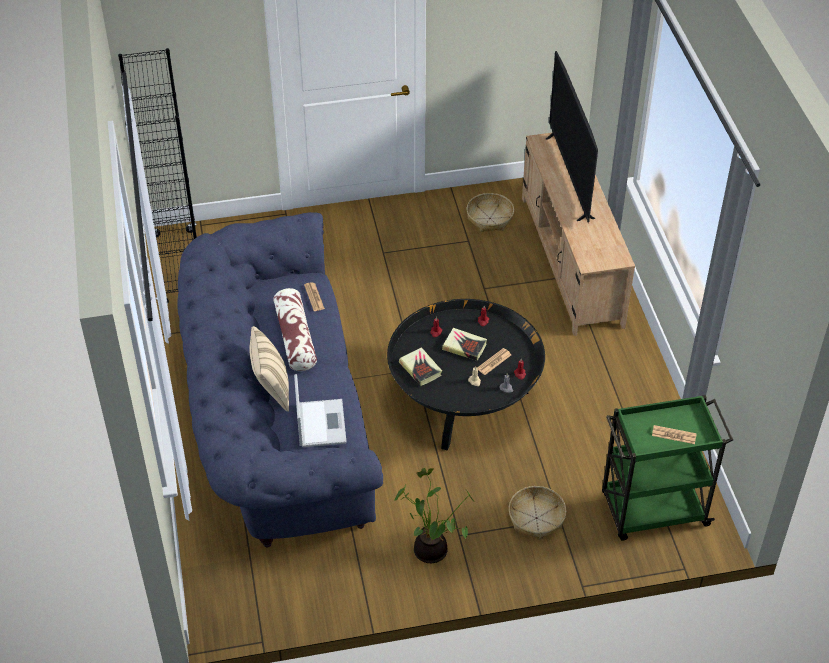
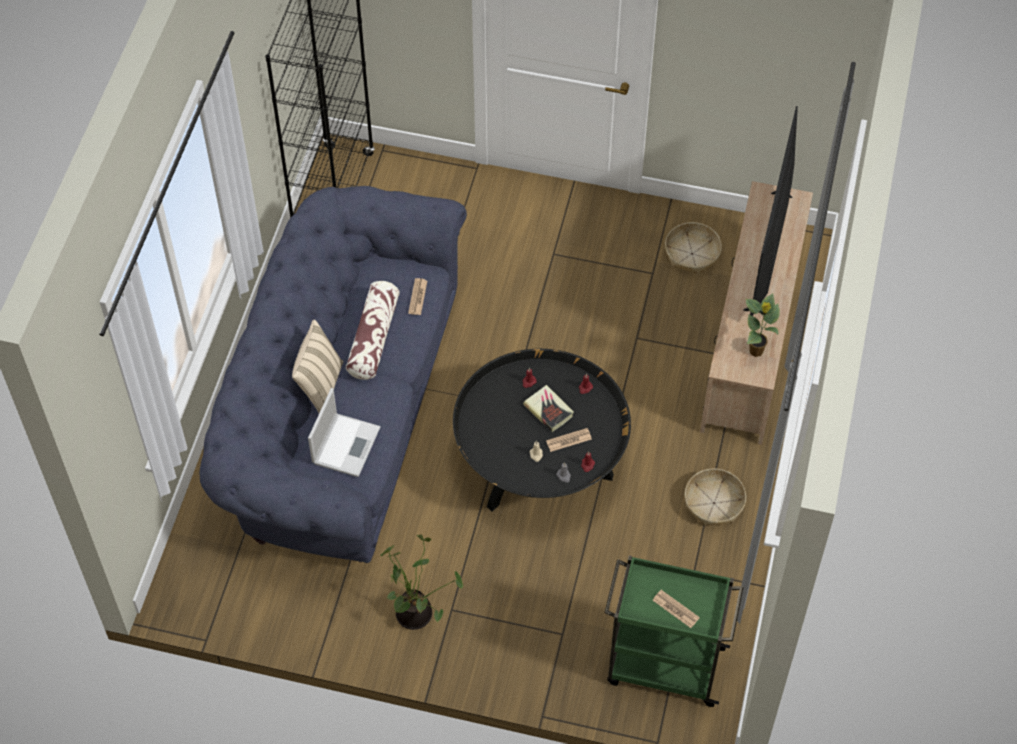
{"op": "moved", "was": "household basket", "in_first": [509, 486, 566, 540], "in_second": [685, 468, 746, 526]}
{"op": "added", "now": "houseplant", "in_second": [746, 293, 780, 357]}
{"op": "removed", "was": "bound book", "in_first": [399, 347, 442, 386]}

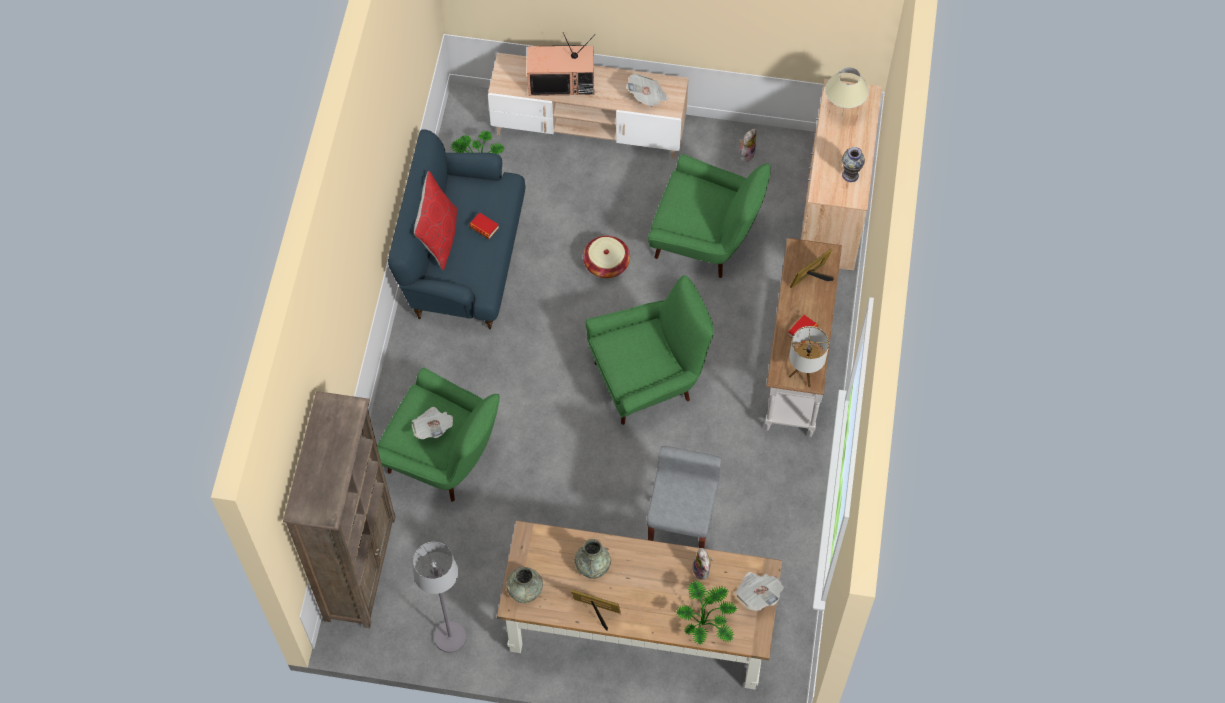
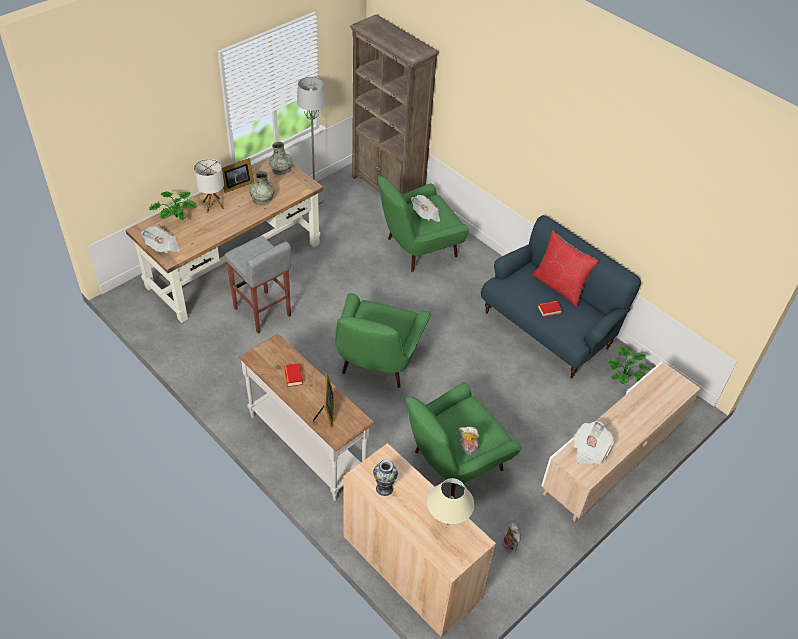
{"op": "moved", "was": "table lamp", "in_first": [789, 326, 829, 388], "in_second": [194, 159, 224, 213]}
{"op": "moved", "was": "cuddly toy", "in_first": [692, 548, 713, 580], "in_second": [459, 426, 479, 455]}
{"op": "removed", "was": "TV set", "in_first": [527, 32, 596, 96]}
{"op": "removed", "was": "household basket", "in_first": [583, 236, 630, 278]}

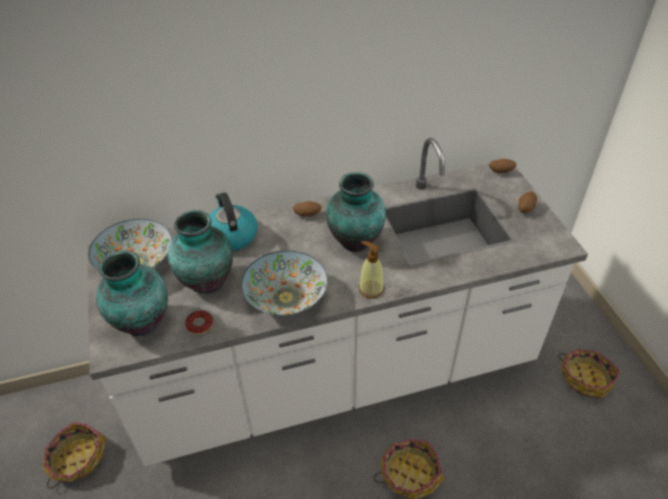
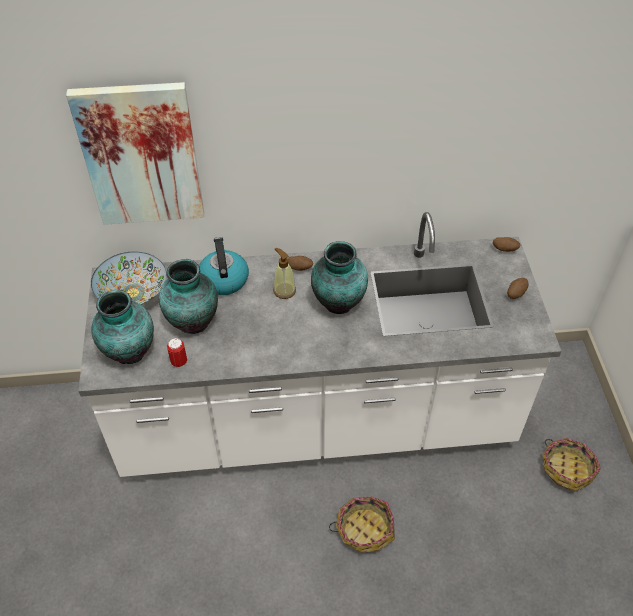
{"op": "added", "now": "wall picture", "in_second": [66, 82, 204, 225]}
{"op": "replaced", "was": "ring doughnut", "now": "can", "in_first": [185, 310, 213, 334], "in_second": [167, 338, 187, 367]}
{"op": "moved", "was": "soap dispenser", "in_first": [358, 241, 384, 298], "in_second": [273, 248, 296, 299]}
{"op": "removed", "was": "household basket", "in_first": [42, 422, 106, 489]}
{"op": "removed", "was": "deep dish", "in_first": [241, 250, 327, 316]}

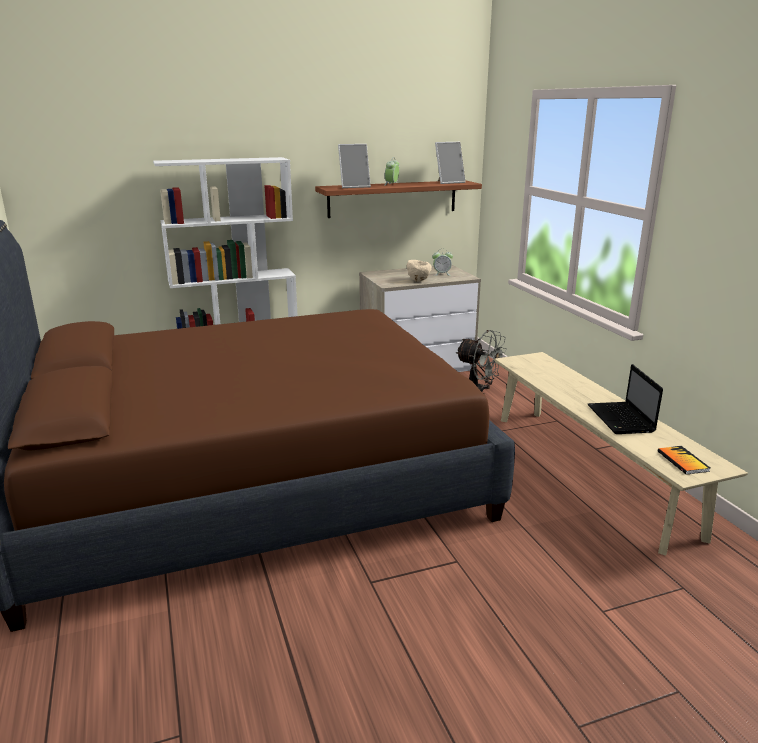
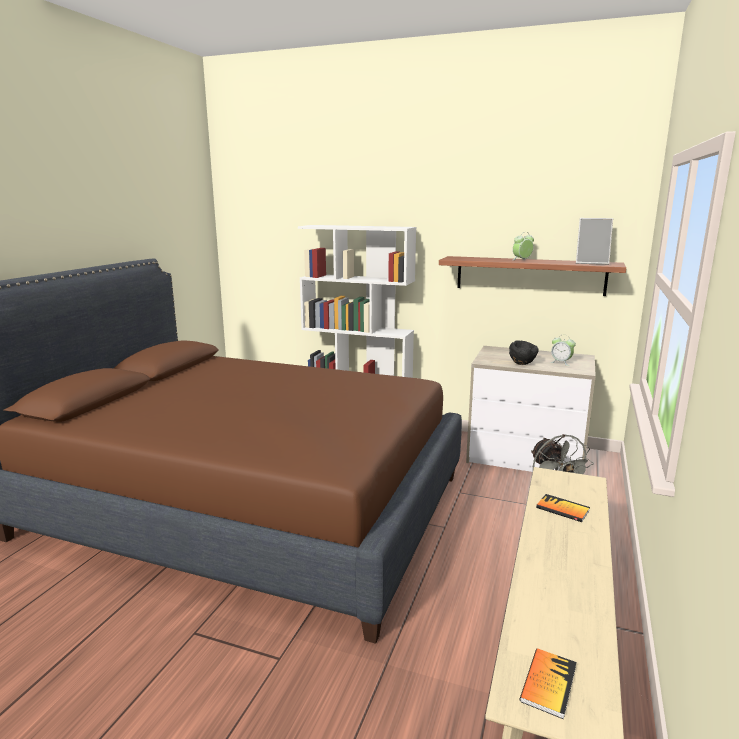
{"op": "recoloured", "was": "beige-coloured deep dish", "now": "blackish deep dish", "in_first": [407, 260, 432, 282], "in_second": [509, 340, 539, 365]}
{"op": "added", "now": "bound book", "in_second": [536, 494, 590, 522]}
{"op": "removed", "was": "photo frame", "in_first": [338, 144, 371, 188]}
{"op": "removed", "was": "portable computer", "in_first": [588, 364, 663, 434]}

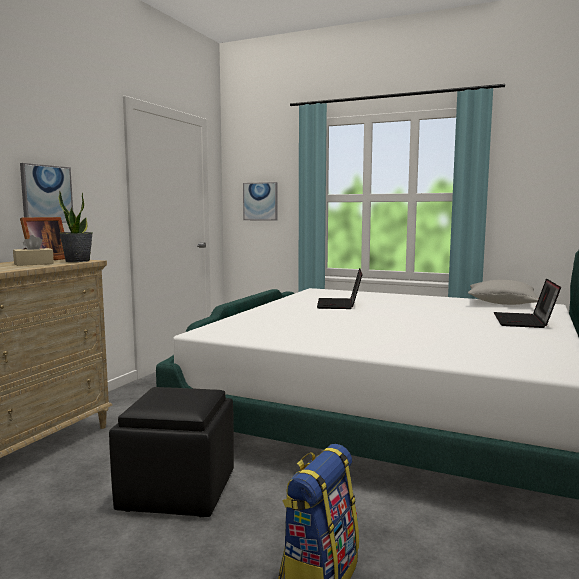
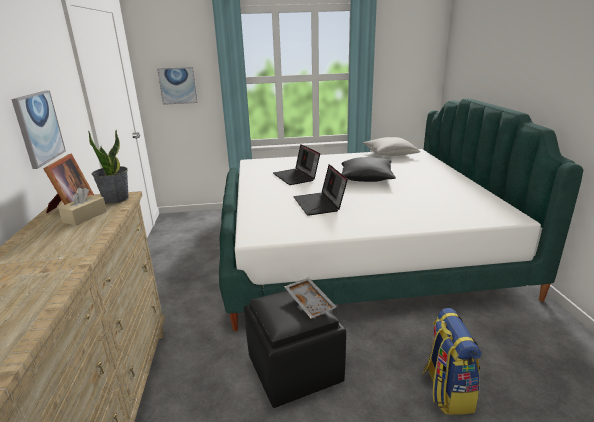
{"op": "added", "now": "greyish tray", "in_second": [284, 277, 337, 318]}
{"op": "moved", "was": "portable computer", "in_first": [494, 278, 561, 328], "in_second": [293, 164, 348, 216]}
{"op": "added", "now": "blackish pillow", "in_second": [341, 157, 396, 182]}

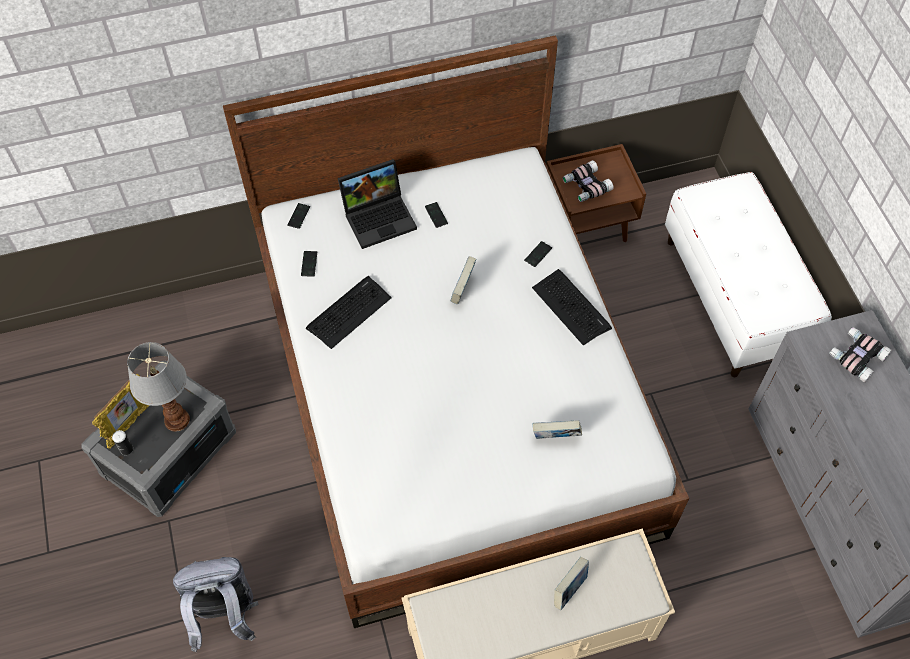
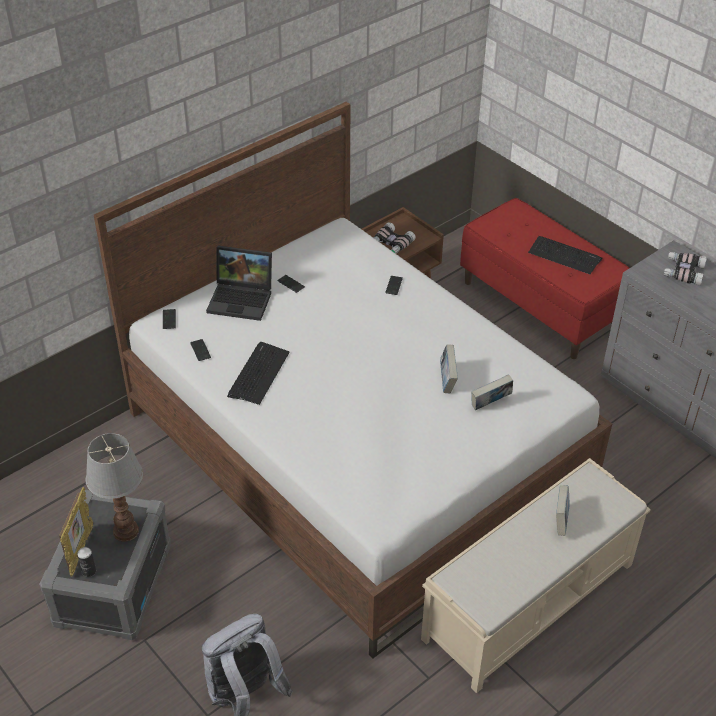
{"op": "turned", "was": "portable computer", "in_first": [338, 159, 417, 249], "in_second": [206, 246, 272, 321], "clockwise": 60}
{"op": "moved", "was": "bound book", "in_first": [451, 256, 476, 304], "in_second": [440, 344, 458, 393]}
{"op": "recoloured", "was": "whitish long seat", "now": "red long seat", "in_first": [665, 172, 832, 377], "in_second": [460, 198, 629, 359]}
{"op": "moved", "was": "PC keyboard", "in_first": [532, 269, 612, 345], "in_second": [528, 236, 603, 274]}

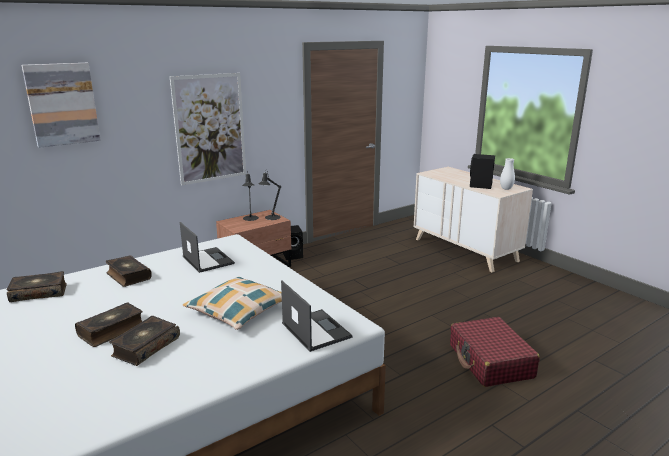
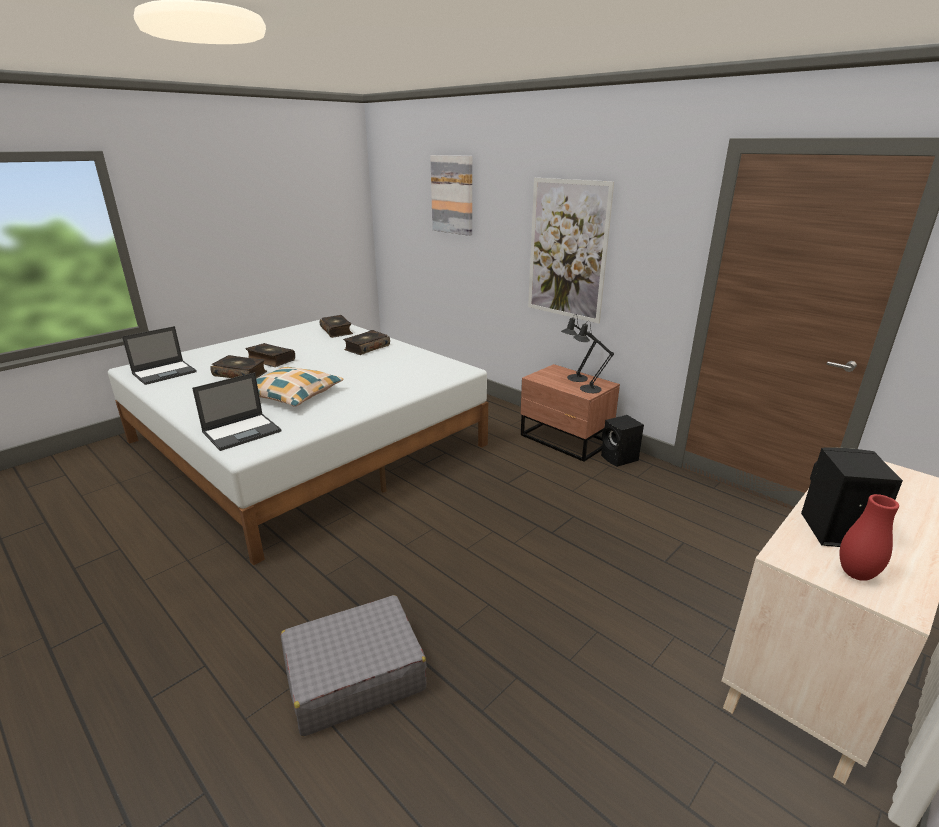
{"op": "moved", "was": "portable computer", "in_first": [180, 222, 235, 273], "in_second": [122, 326, 197, 385]}
{"op": "recoloured", "was": "red travel case", "now": "greyish travel case", "in_first": [450, 317, 540, 387], "in_second": [281, 595, 427, 736]}
{"op": "recoloured", "was": "whitish flower vase", "now": "red flower vase", "in_first": [500, 158, 515, 190], "in_second": [839, 494, 899, 581]}

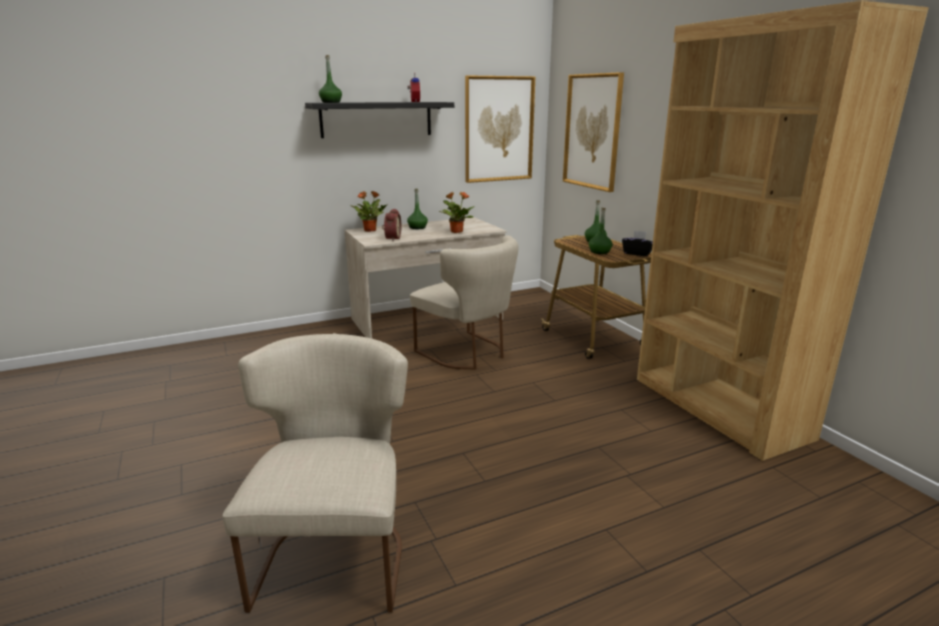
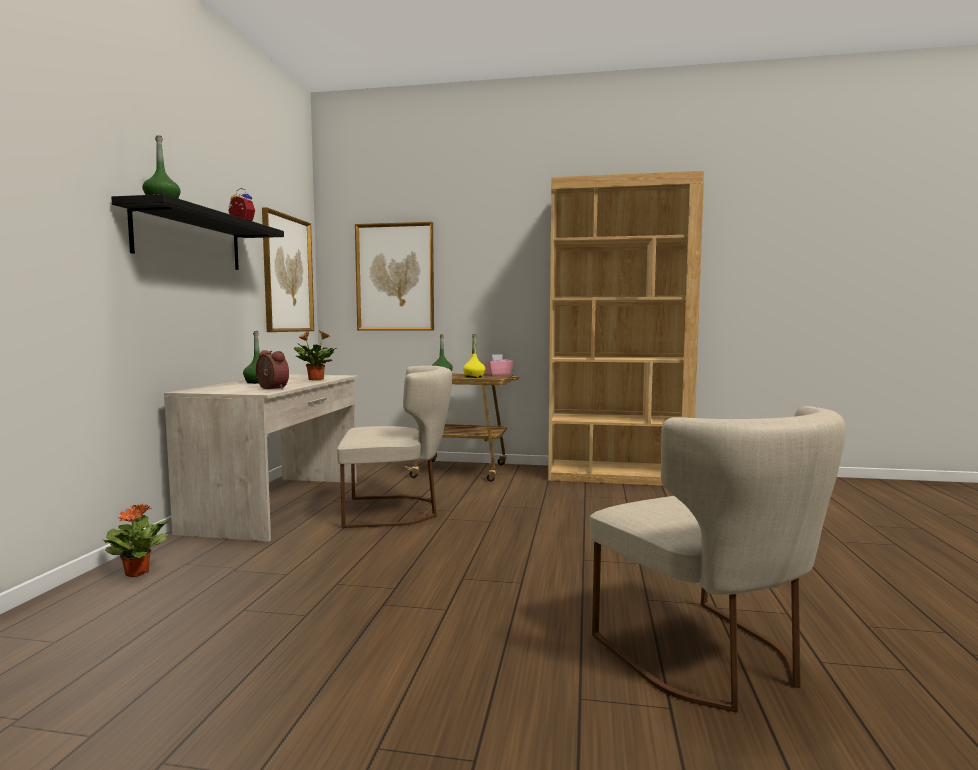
{"op": "moved", "was": "houseplant", "in_first": [350, 191, 388, 232], "in_second": [103, 504, 169, 577]}
{"op": "recoloured", "was": "greenish bottle", "now": "yellowish bottle", "in_first": [589, 208, 612, 254], "in_second": [463, 334, 485, 378]}
{"op": "recoloured", "was": "blackish box of tissues", "now": "pink box of tissues", "in_first": [622, 230, 653, 256], "in_second": [484, 354, 513, 376]}
{"op": "turned", "was": "beige-coloured upright chair", "in_first": [222, 333, 408, 613], "in_second": [590, 406, 846, 712], "clockwise": -150}

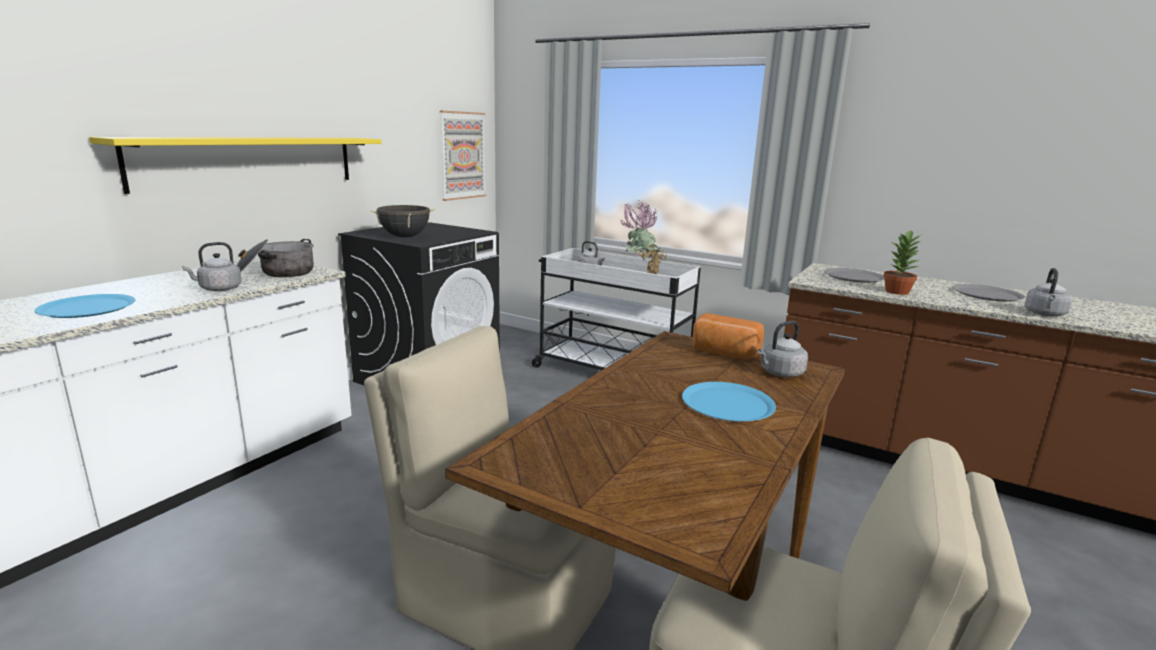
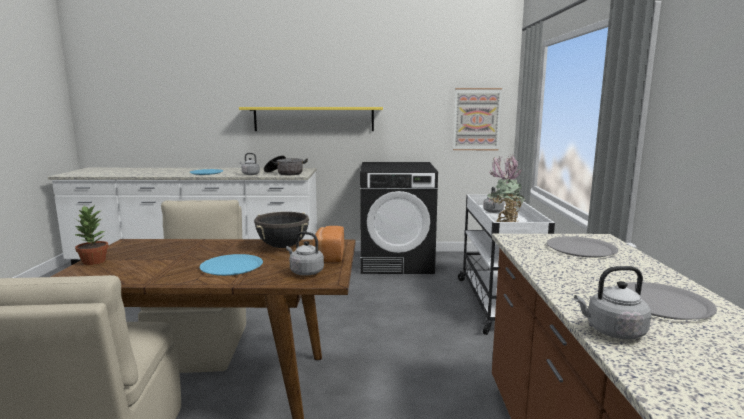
{"op": "moved", "was": "houseplant", "in_first": [883, 229, 920, 295], "in_second": [74, 205, 109, 265]}
{"op": "moved", "was": "blackish cooking pot", "in_first": [370, 205, 435, 238], "in_second": [254, 212, 309, 248]}

